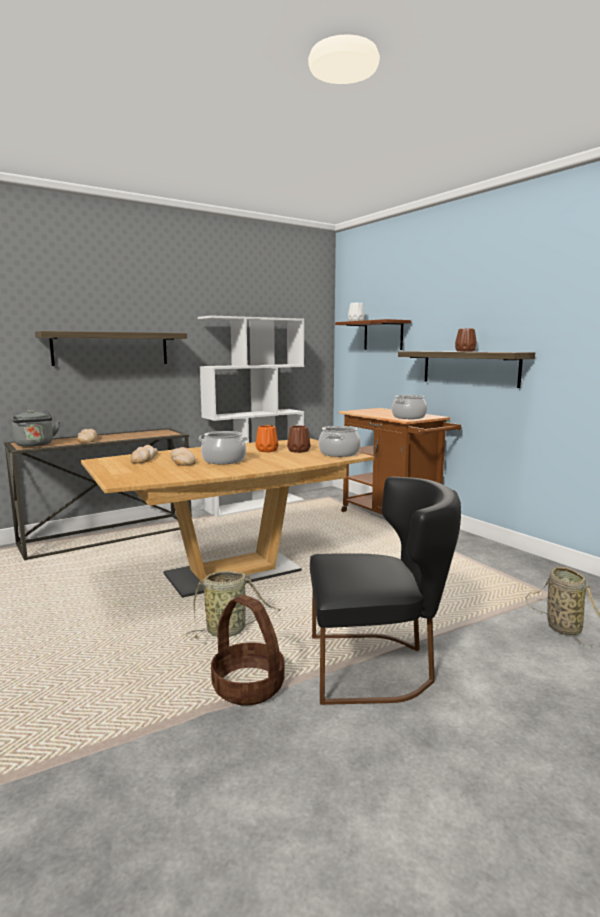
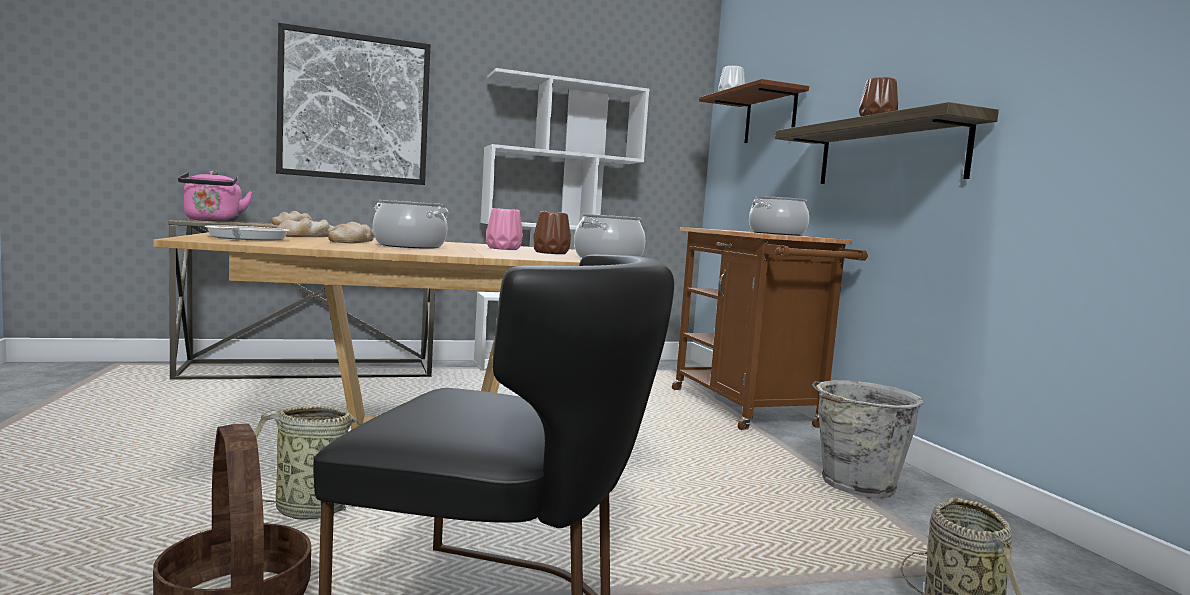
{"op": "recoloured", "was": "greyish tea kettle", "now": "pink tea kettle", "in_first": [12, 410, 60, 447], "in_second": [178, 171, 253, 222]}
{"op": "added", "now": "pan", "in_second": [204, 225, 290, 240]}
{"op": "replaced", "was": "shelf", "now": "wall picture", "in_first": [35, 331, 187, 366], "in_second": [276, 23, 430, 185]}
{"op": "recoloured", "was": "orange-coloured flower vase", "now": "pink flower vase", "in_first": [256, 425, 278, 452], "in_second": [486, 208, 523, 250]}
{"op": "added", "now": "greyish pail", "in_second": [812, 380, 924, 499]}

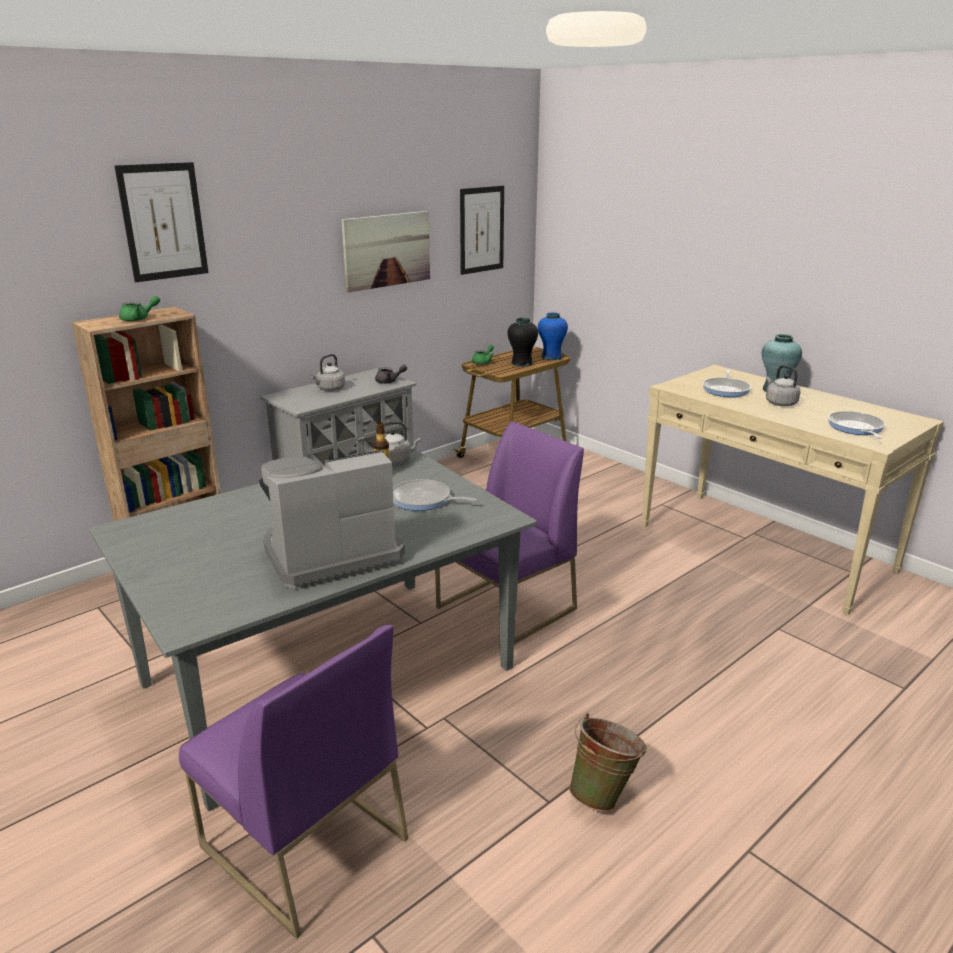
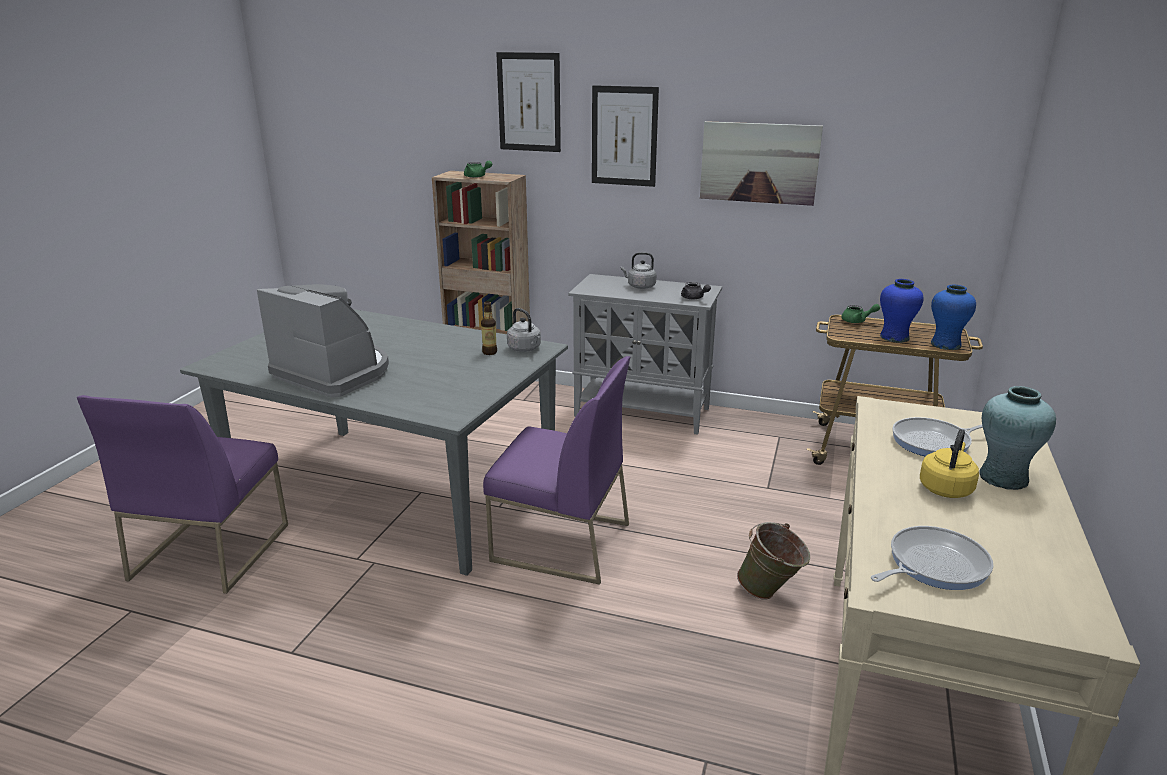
{"op": "moved", "was": "wall picture", "in_first": [460, 186, 504, 275], "in_second": [592, 85, 659, 187]}
{"op": "moved", "was": "greenish pail", "in_first": [569, 713, 647, 812], "in_second": [737, 522, 810, 599]}
{"op": "recoloured", "was": "blackish flower vase", "now": "bluish flower vase", "in_first": [508, 318, 538, 367], "in_second": [880, 279, 924, 343]}
{"op": "recoloured", "was": "greyish tea kettle", "now": "yellowish tea kettle", "in_first": [766, 365, 800, 406], "in_second": [920, 429, 979, 498]}
{"op": "removed", "was": "pan", "in_first": [393, 479, 477, 511]}

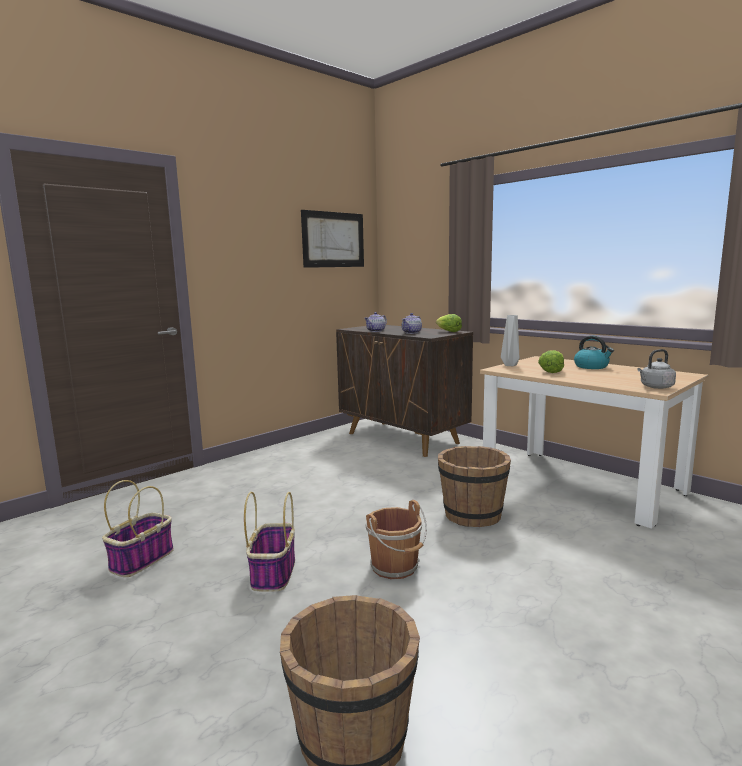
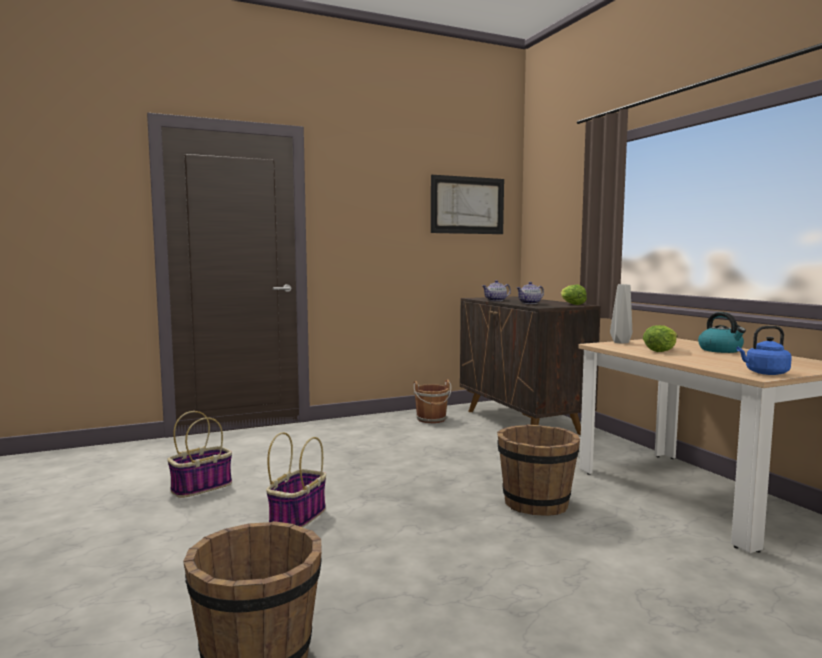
{"op": "moved", "was": "brown pail", "in_first": [365, 500, 427, 579], "in_second": [414, 379, 451, 423]}
{"op": "recoloured", "was": "greyish tea kettle", "now": "bluish tea kettle", "in_first": [637, 349, 676, 389], "in_second": [736, 326, 792, 375]}

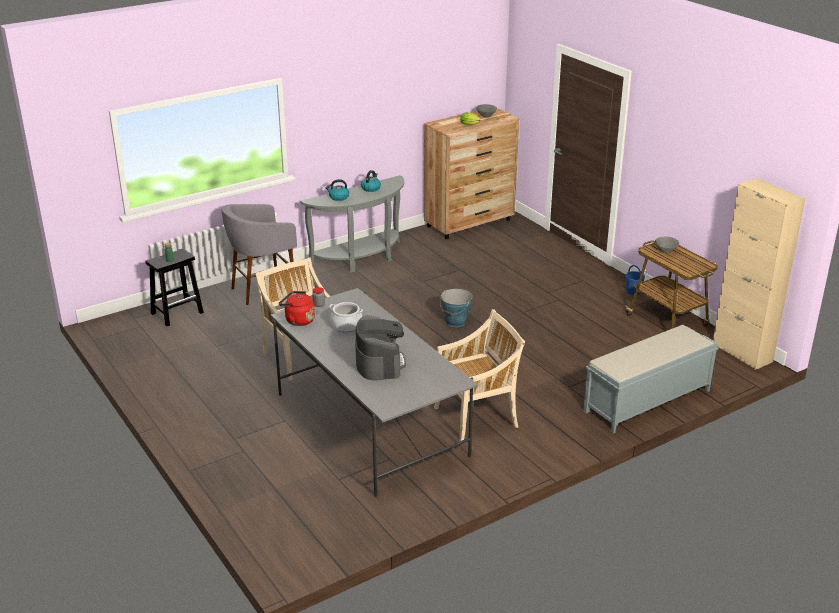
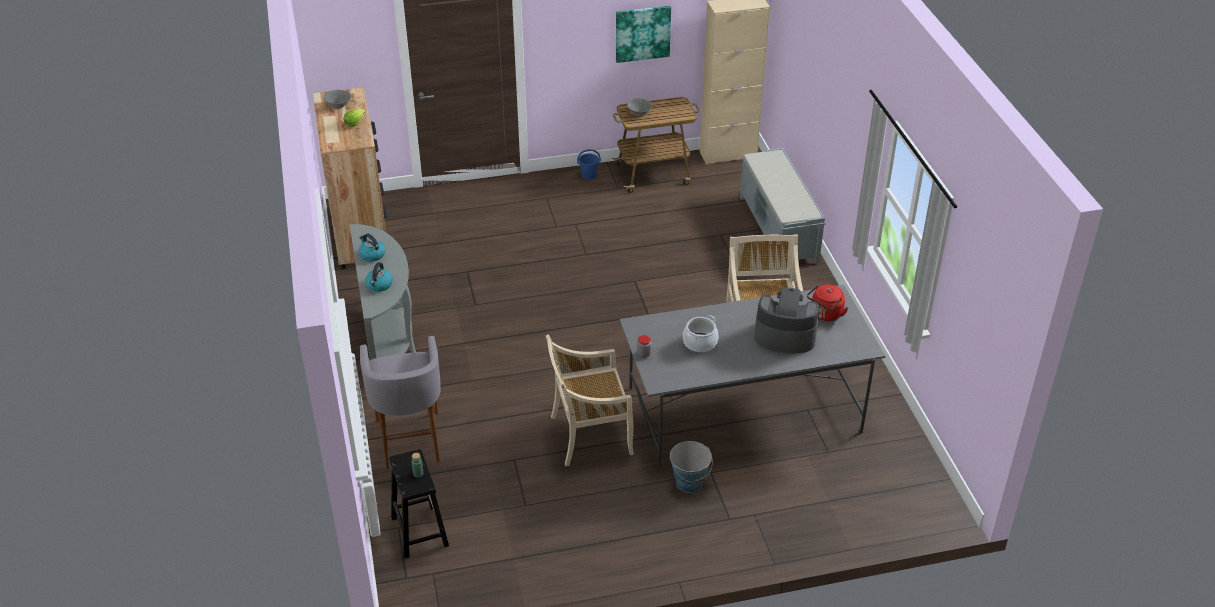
{"op": "added", "now": "wall picture", "in_second": [616, 6, 671, 63]}
{"op": "moved", "was": "pail", "in_first": [440, 289, 473, 327], "in_second": [670, 441, 713, 493]}
{"op": "moved", "was": "red tea kettle", "in_first": [279, 291, 315, 326], "in_second": [807, 285, 848, 321]}

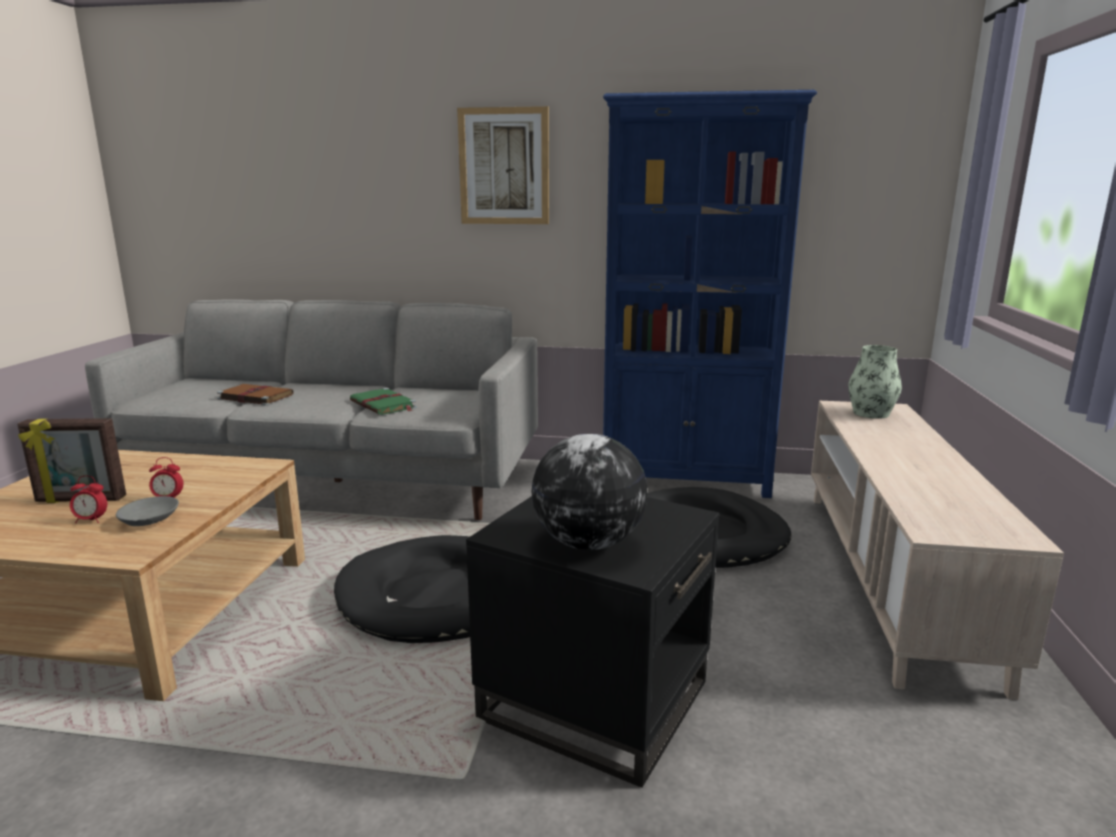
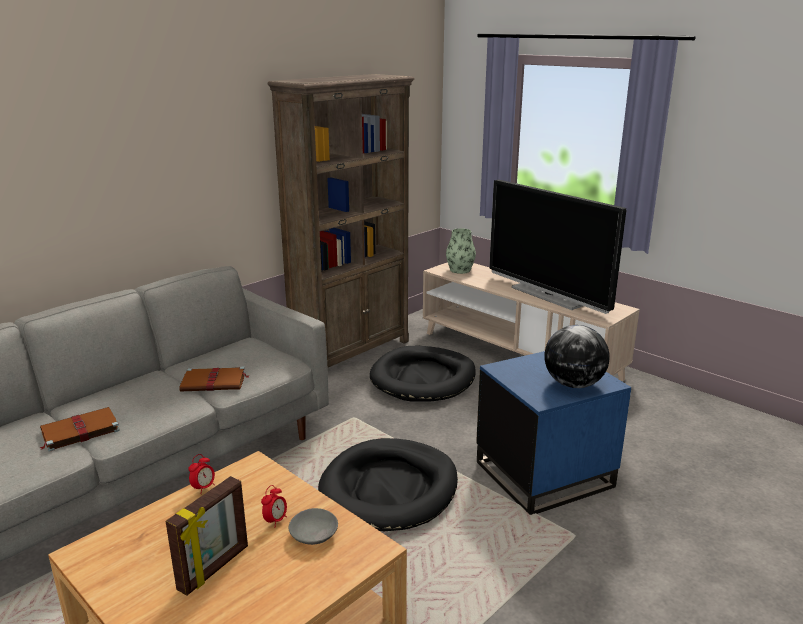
{"op": "recoloured", "was": "greenish bound book", "now": "brown bound book", "in_first": [350, 388, 417, 415], "in_second": [180, 367, 248, 391]}
{"op": "moved", "was": "bedside clock", "in_first": [70, 476, 107, 523], "in_second": [188, 454, 215, 494]}
{"op": "recoloured", "was": "bluish shelving unit", "now": "brown shelving unit", "in_first": [603, 90, 817, 498], "in_second": [268, 74, 414, 368]}
{"op": "recoloured", "was": "blackish end table", "now": "bluish end table", "in_first": [466, 496, 719, 788], "in_second": [476, 351, 631, 515]}
{"op": "added", "now": "TV set", "in_second": [489, 180, 626, 314]}
{"op": "removed", "was": "wall picture", "in_first": [457, 106, 549, 224]}

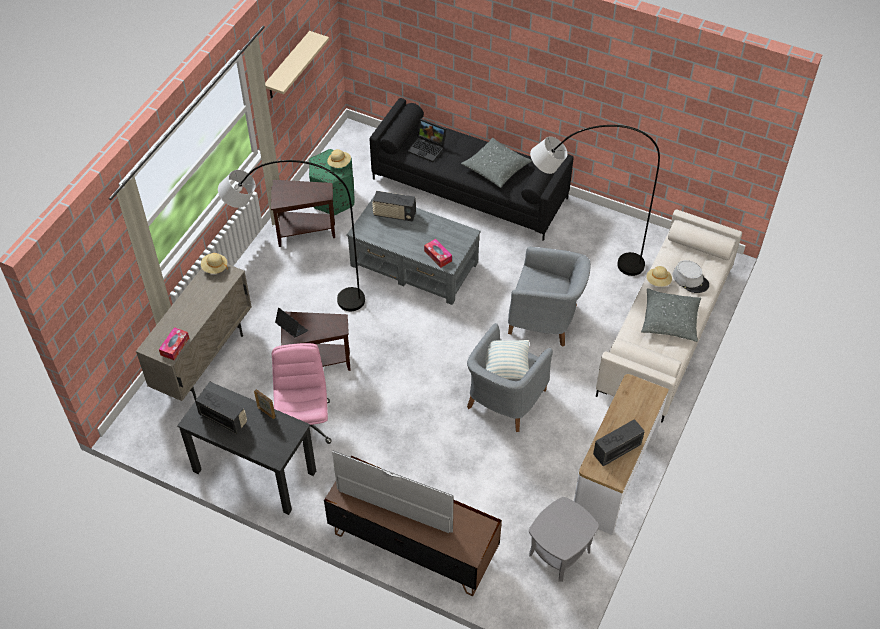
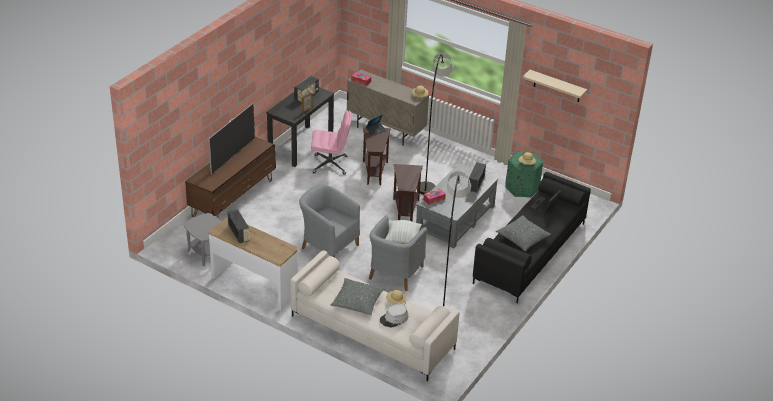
{"op": "moved", "was": "pillow", "in_first": [485, 340, 529, 379], "in_second": [386, 220, 422, 244]}
{"op": "moved", "was": "brown end table", "in_first": [271, 180, 335, 247], "in_second": [393, 164, 423, 221]}

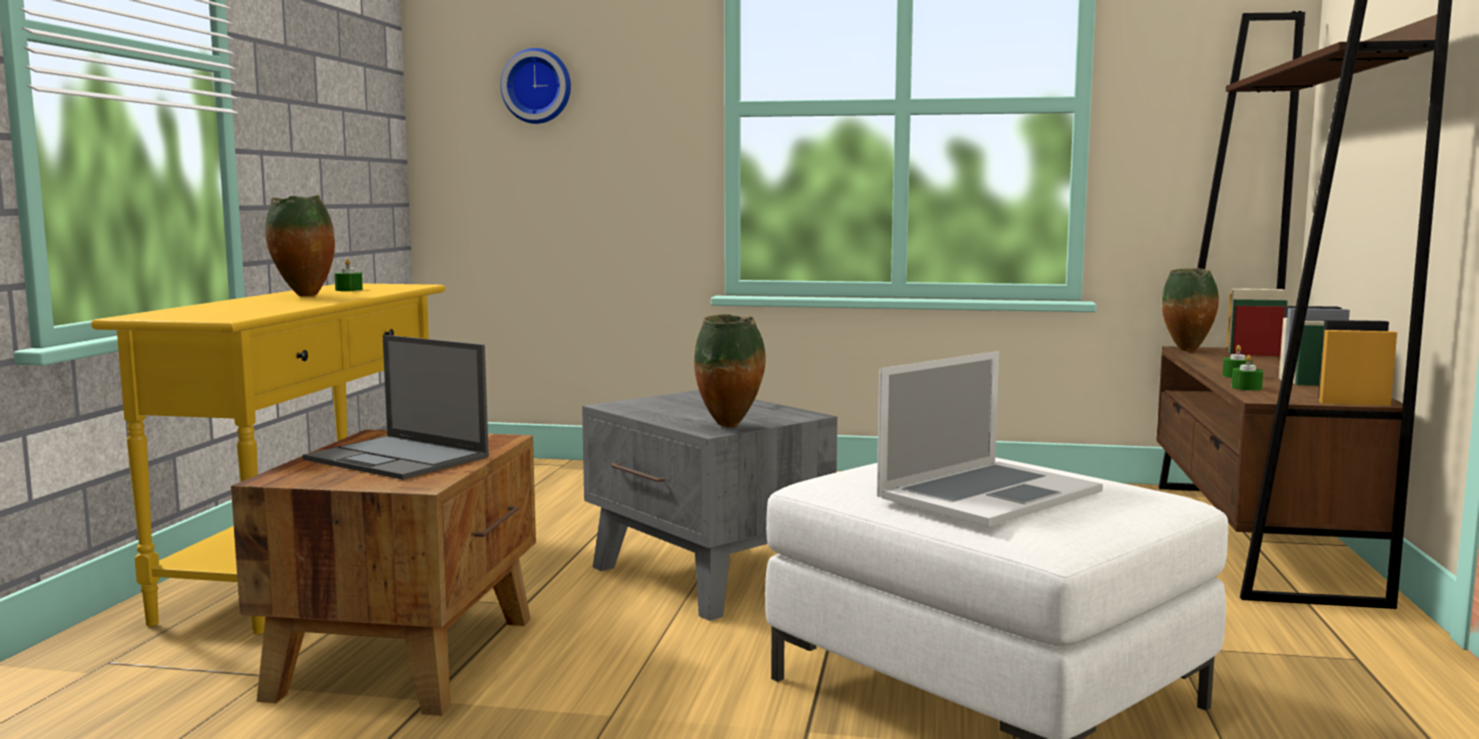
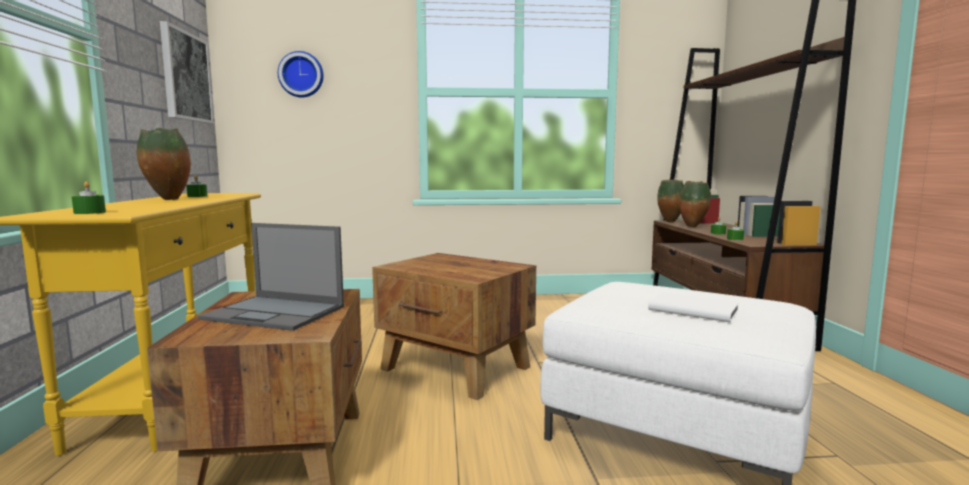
{"op": "added", "now": "greenish wax candle", "in_second": [72, 181, 106, 214]}
{"op": "added", "now": "wall picture", "in_second": [160, 21, 214, 123]}
{"op": "recoloured", "was": "greyish end table", "now": "brown end table", "in_first": [582, 390, 837, 621], "in_second": [372, 253, 536, 400]}
{"op": "replaced", "was": "portable computer", "now": "whitish bound book", "in_first": [877, 351, 1103, 527], "in_second": [648, 292, 740, 323]}
{"op": "moved", "was": "flower vase", "in_first": [694, 314, 766, 427], "in_second": [679, 181, 711, 227]}

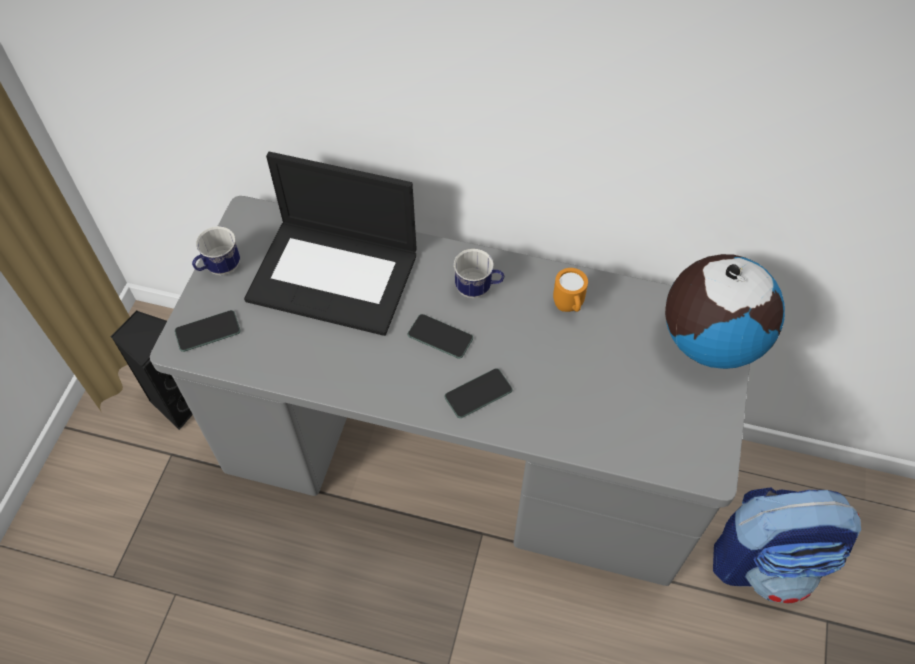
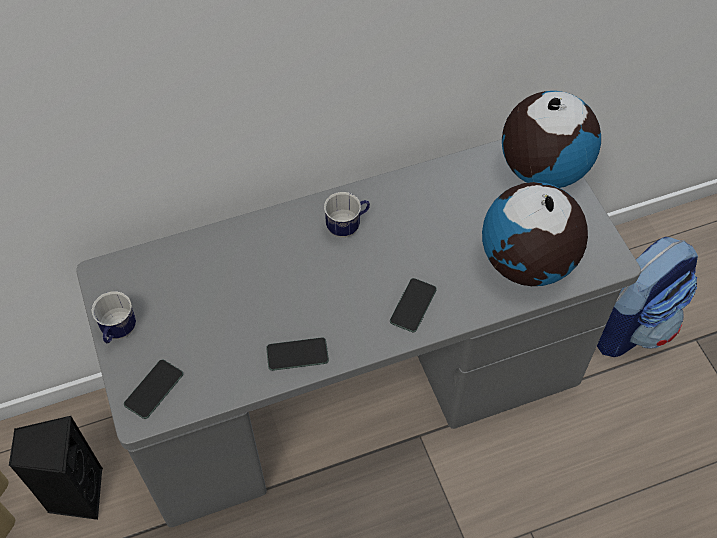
{"op": "moved", "was": "handset", "in_first": [408, 314, 473, 359], "in_second": [266, 337, 329, 371]}
{"op": "added", "now": "desk globe", "in_second": [482, 182, 588, 286]}
{"op": "removed", "was": "portable computer", "in_first": [244, 152, 417, 336]}
{"op": "removed", "was": "orange-coloured coffee mug", "in_first": [553, 268, 588, 312]}

